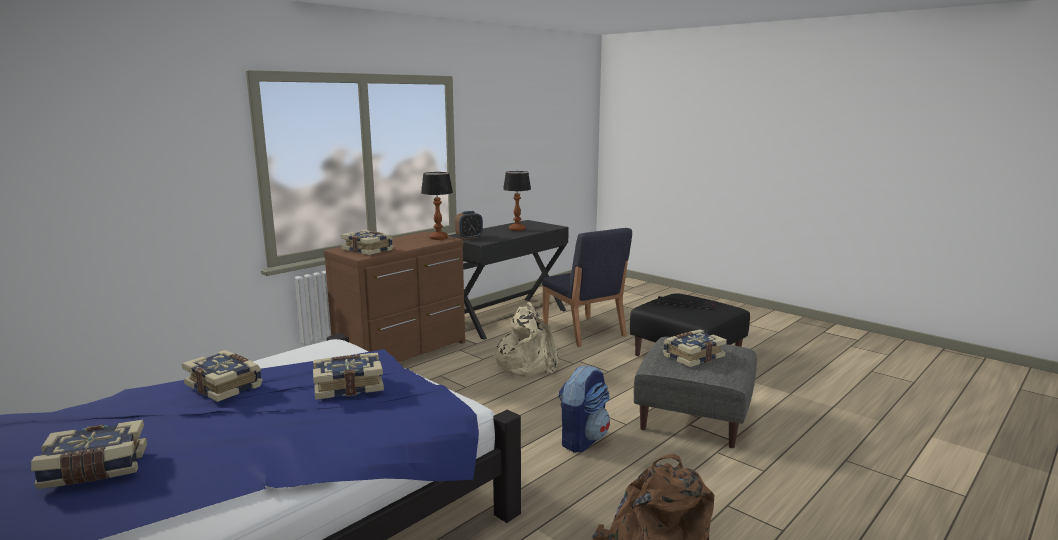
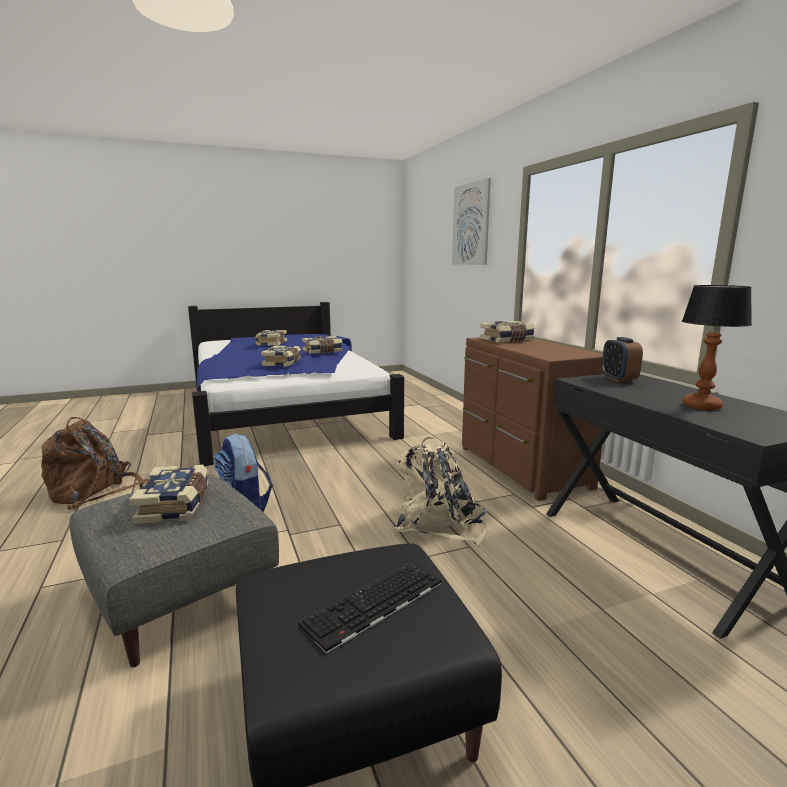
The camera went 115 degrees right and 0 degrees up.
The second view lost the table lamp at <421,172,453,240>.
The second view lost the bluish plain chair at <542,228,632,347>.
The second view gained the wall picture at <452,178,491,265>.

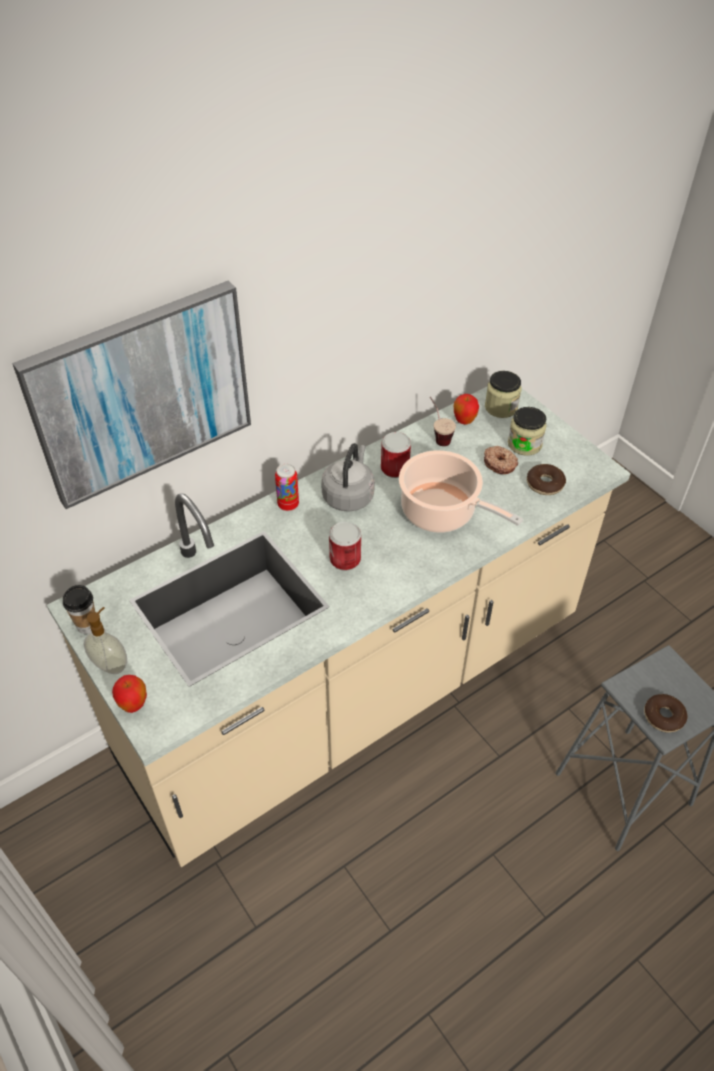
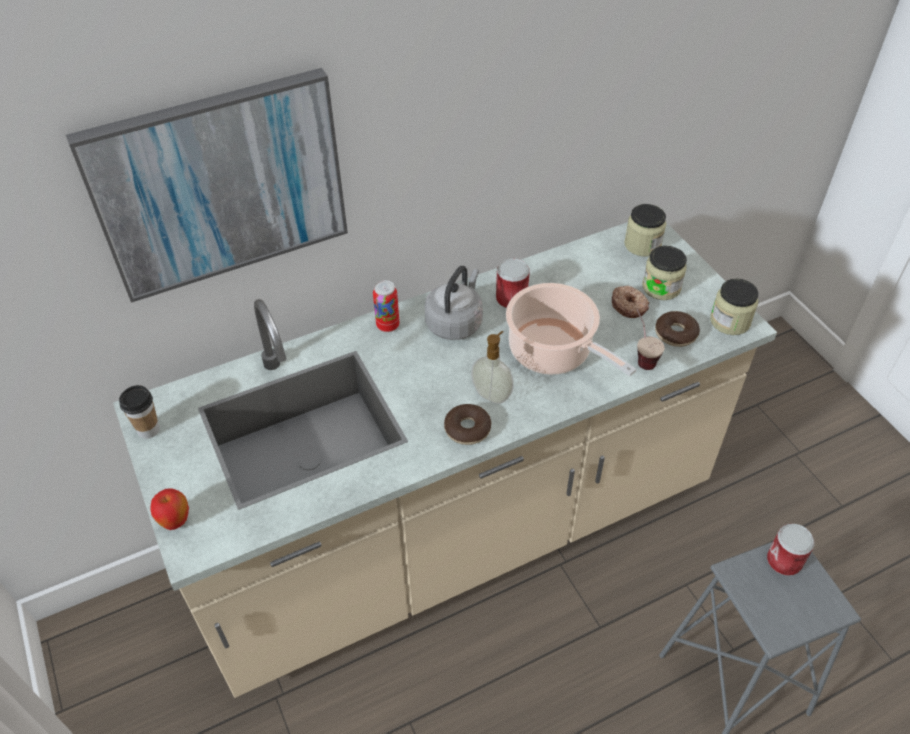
The camera went 10 degrees right and 0 degrees up.
The second view lost the apple fruit at <454,394,479,425>.
The second view gained the jar at <710,279,758,335>.
The soap bottle ended up elsewhere, having gone from <84,607,127,674> to <471,331,513,404>.
The metal can ended up elsewhere, having gone from <329,522,361,571> to <767,524,815,576>.
The small cup ended up elsewhere, having gone from <430,397,456,446> to <637,309,665,370>.
The doughnut ended up elsewhere, having gone from <644,694,688,733> to <444,404,491,445>.

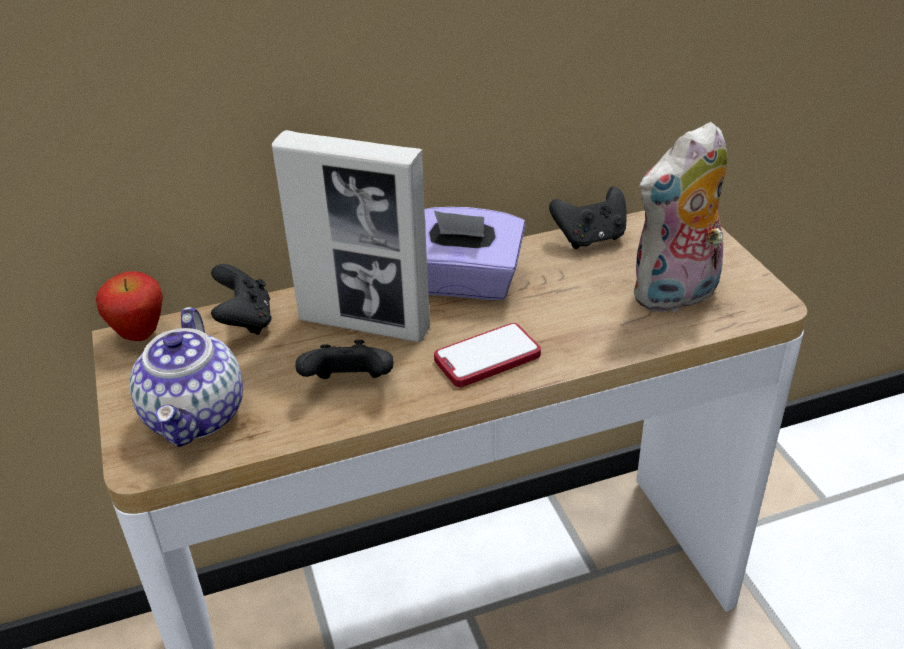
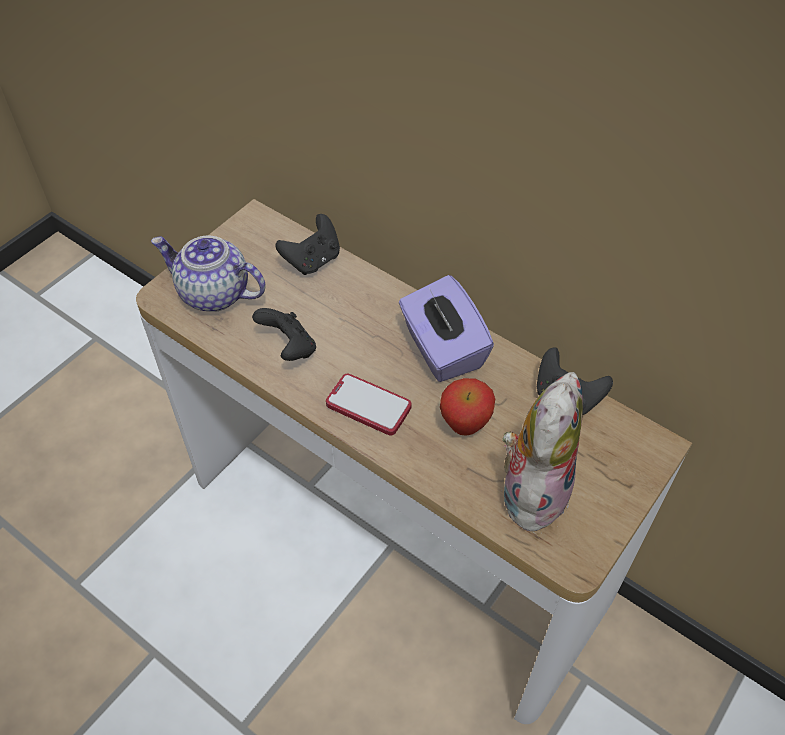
The camera went 55 degrees right and 15 degrees up.
The second view lost the picture frame at <272,130,430,342>.
The apple fruit ended up elsewhere, having gone from <96,271,163,341> to <440,378,495,436>.
The teapot at <130,307,243,447> ended up facing another way, 60 degrees clockwise from before.
The soft toy at <634,122,727,314> ended up facing another way, 90 degrees clockwise from before.

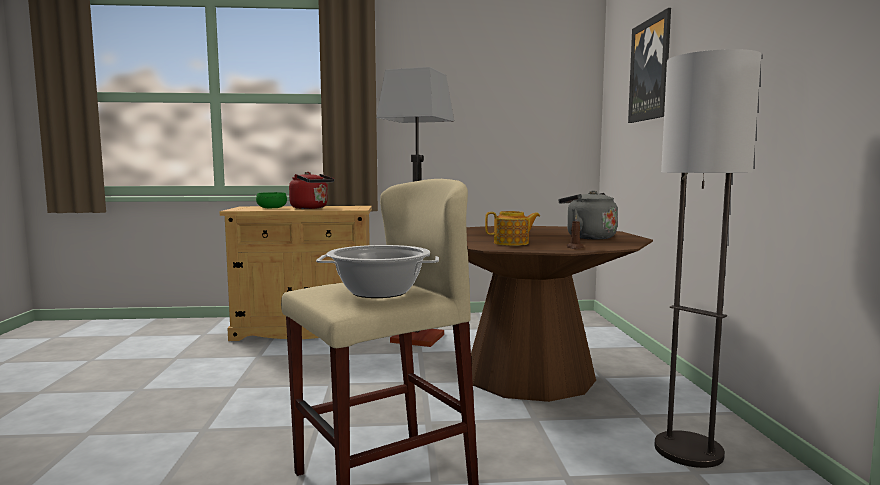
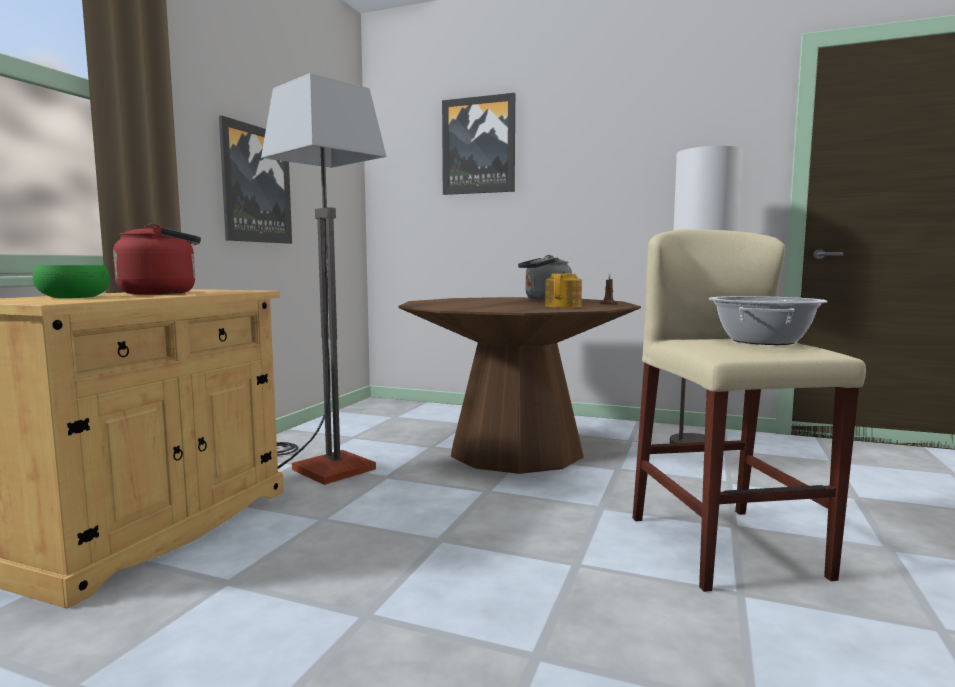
The camera went 65 degrees left and 0 degrees up.
The second view gained the wall picture at <219,115,292,244>.

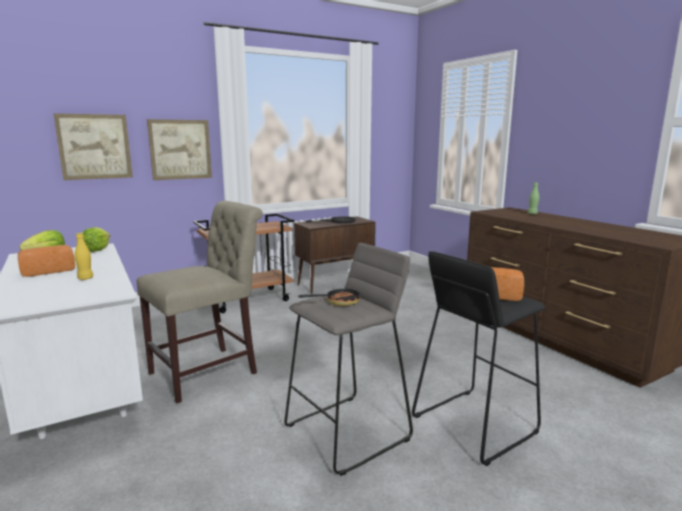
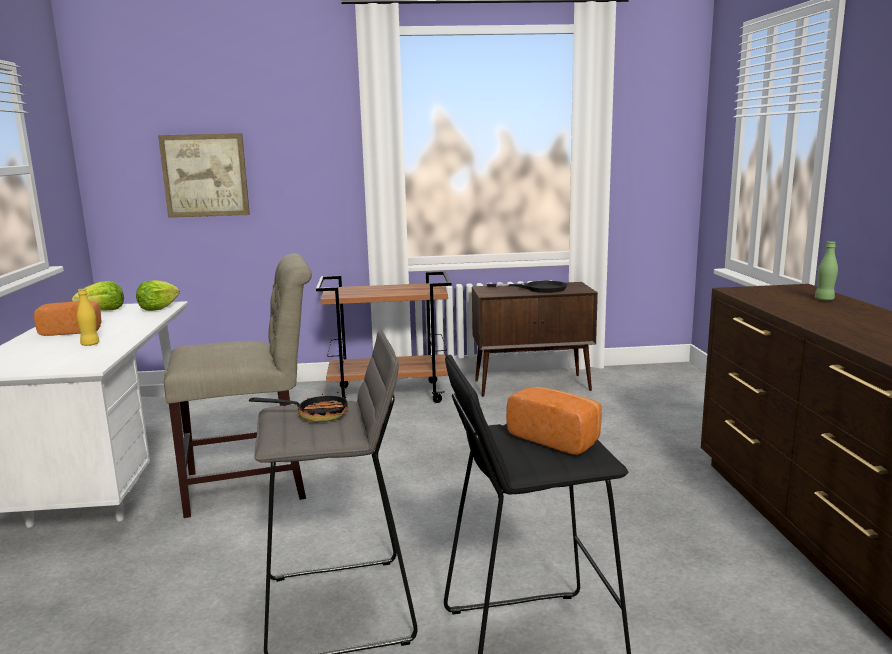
The camera went 25 degrees right and 0 degrees up.
The second view lost the wall picture at <147,119,212,180>.

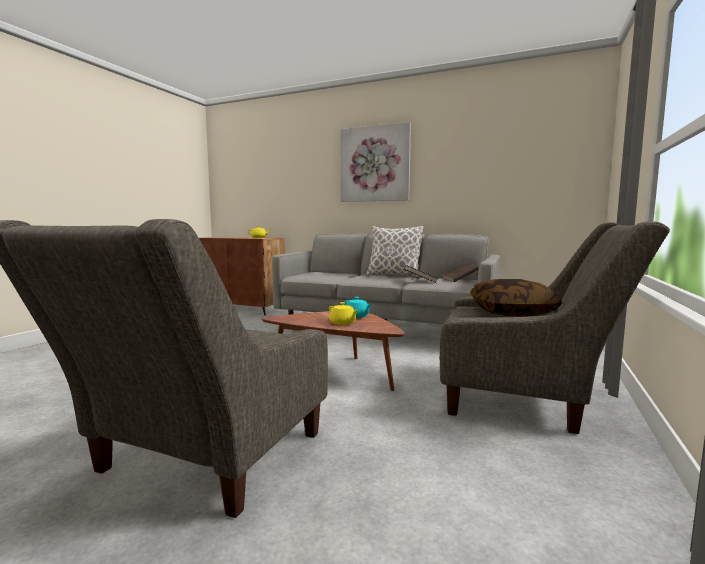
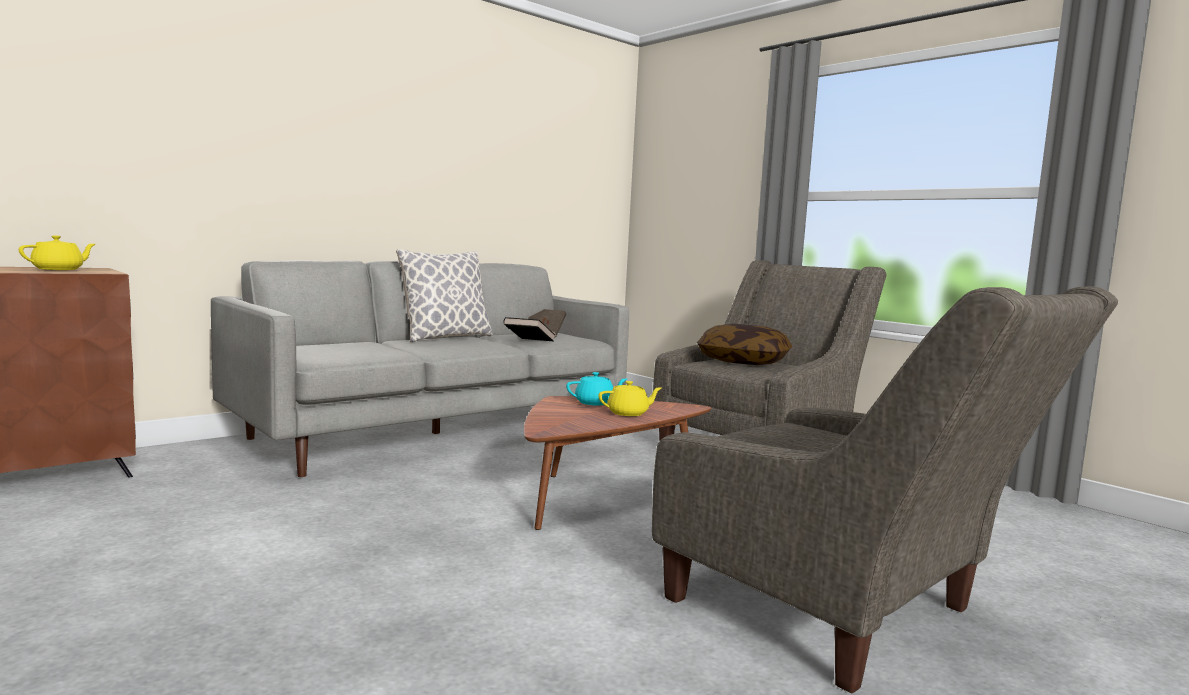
The camera went 65 degrees left and 0 degrees up.
The second view lost the wall picture at <340,122,411,202>.

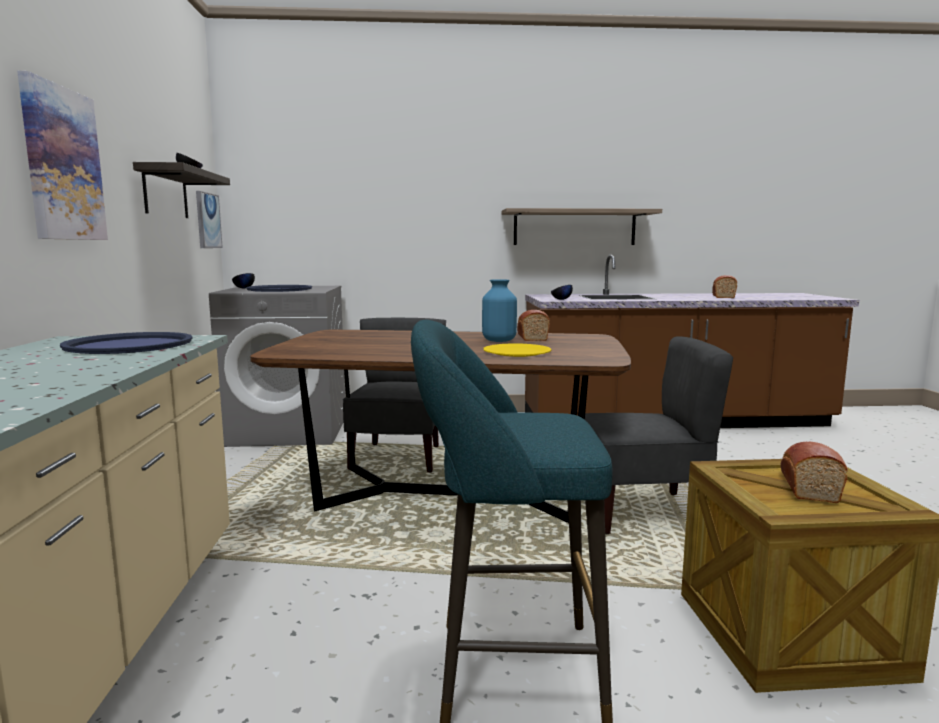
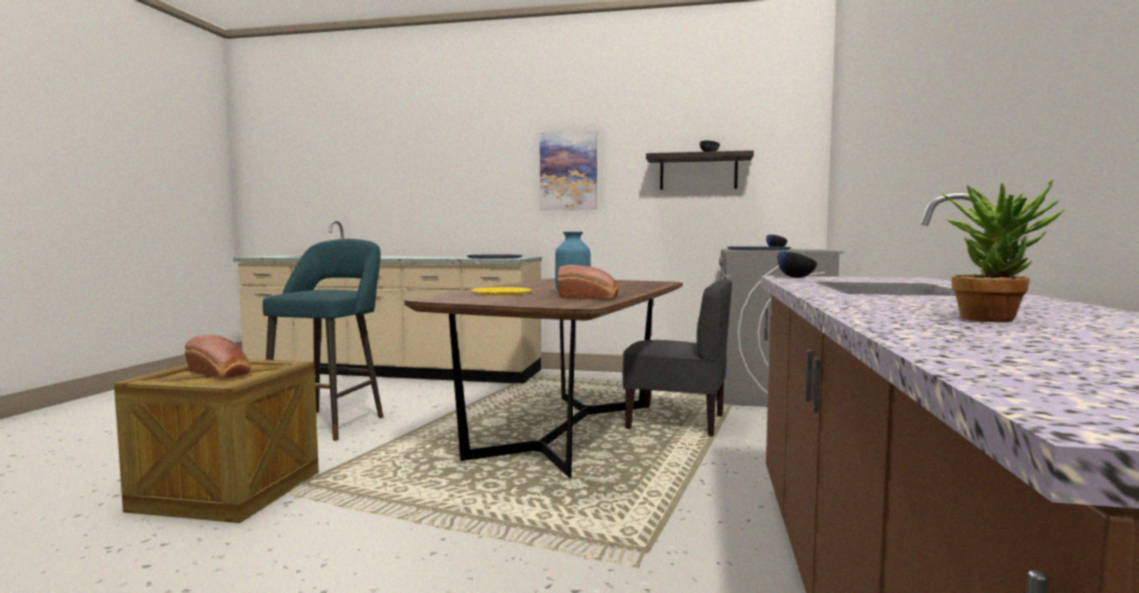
The camera went 105 degrees right and 5 degrees down.
The second view lost the wall picture at <196,191,222,248>.
The second view lost the wall shelf at <502,208,662,245>.
The second view lost the grey plain chair at <585,336,733,534>.
Where the bakery bread stood at <712,275,737,298>, the houseplant came to stand at <940,180,1064,322>.

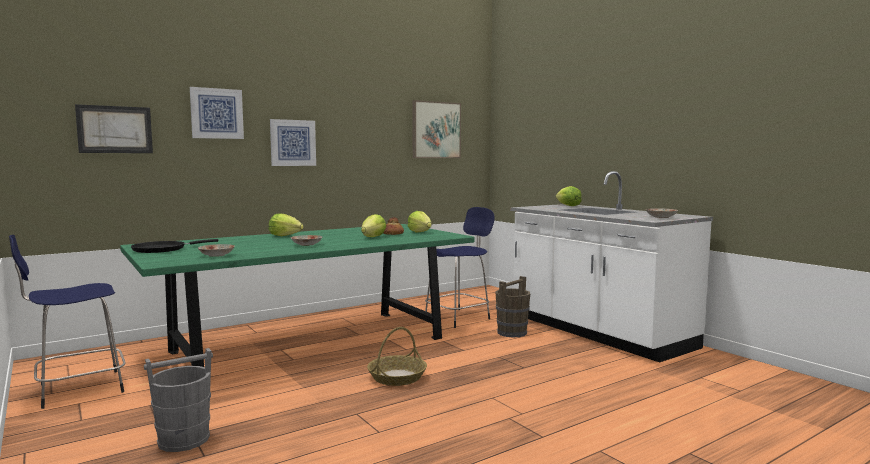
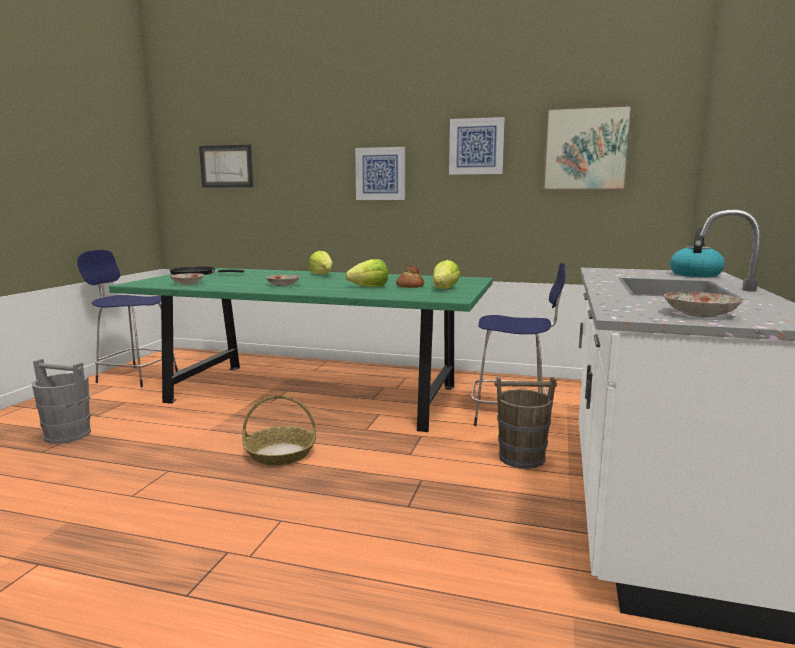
The camera went 50 degrees right and 5 degrees up.
The wall picture ended up elsewhere, having gone from <190,87,244,139> to <449,117,505,175>.
Where the head of lettuce stood at <556,186,582,206>, the water kettle came to stand at <670,228,725,277>.

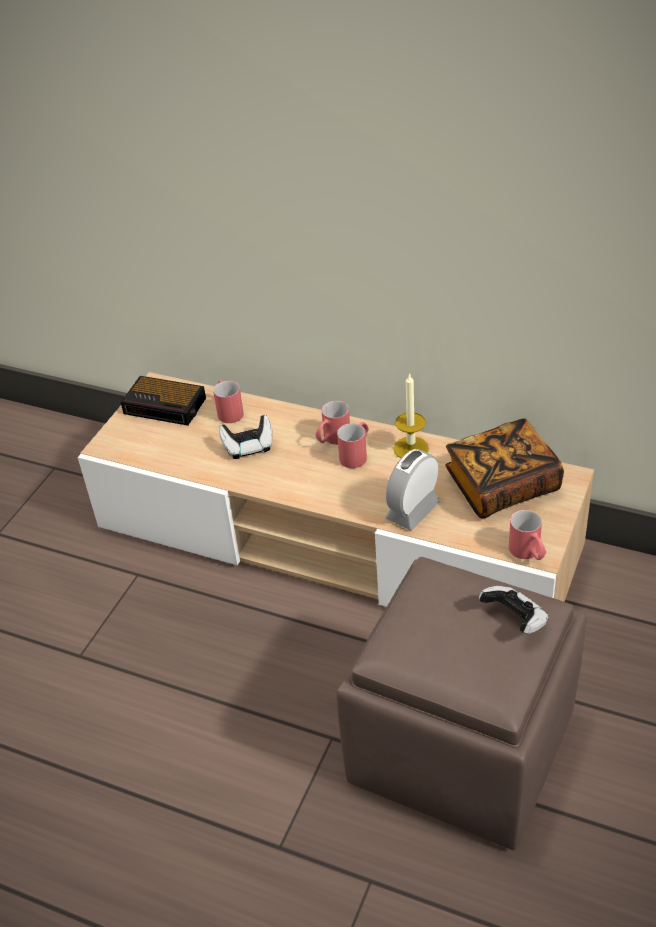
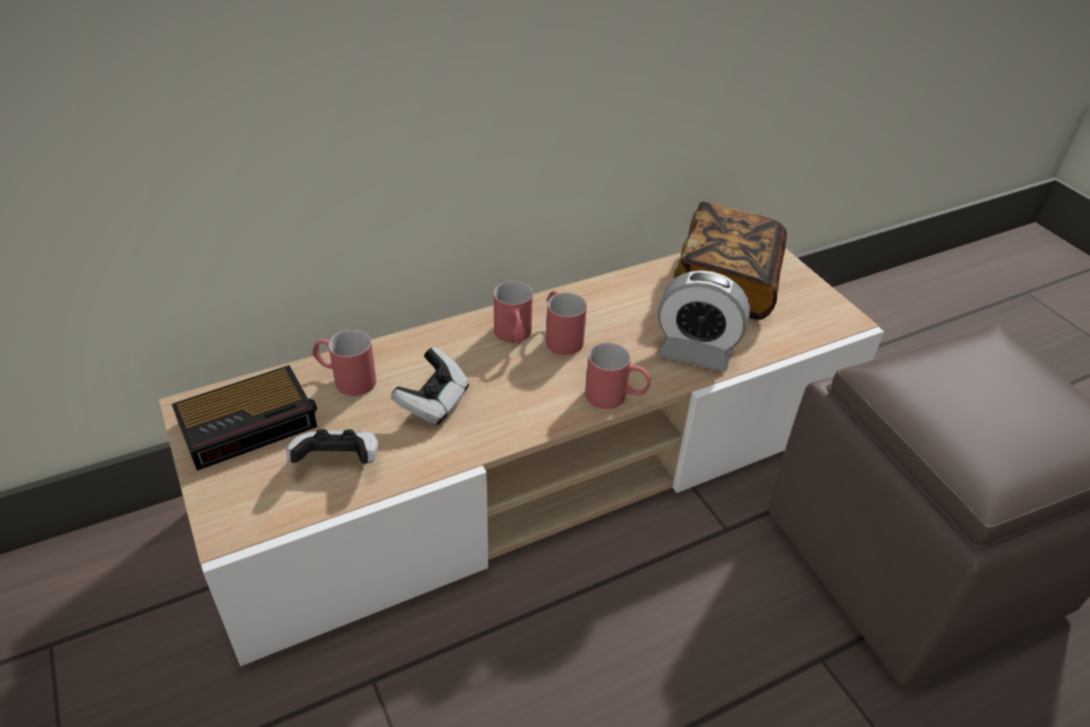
The camera went 55 degrees left and 0 degrees up.
The second view lost the wax light at <393,373,429,458>.
The game controller ended up elsewhere, having gone from <479,586,549,634> to <287,429,378,464>.
The red-coloured tea mug ended up elsewhere, having gone from <509,510,546,560> to <585,343,651,409>.
The alarm clock at <386,449,440,530> ended up facing another way, 60 degrees counterclockwise from before.

